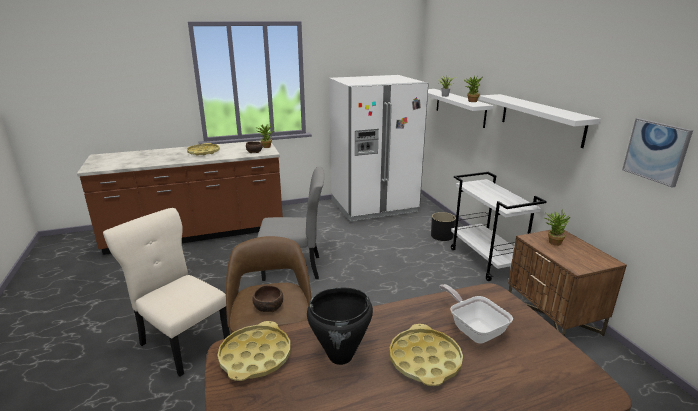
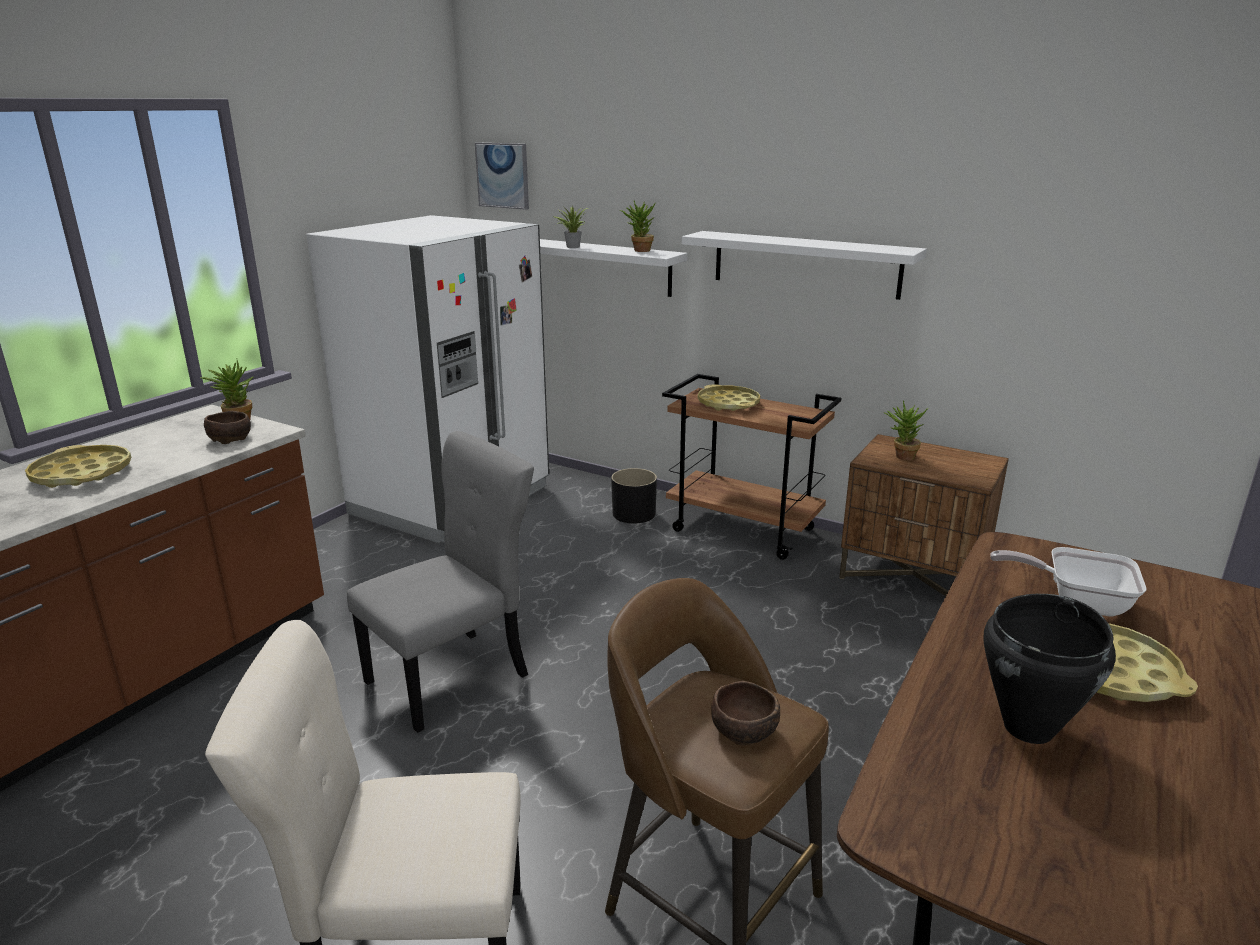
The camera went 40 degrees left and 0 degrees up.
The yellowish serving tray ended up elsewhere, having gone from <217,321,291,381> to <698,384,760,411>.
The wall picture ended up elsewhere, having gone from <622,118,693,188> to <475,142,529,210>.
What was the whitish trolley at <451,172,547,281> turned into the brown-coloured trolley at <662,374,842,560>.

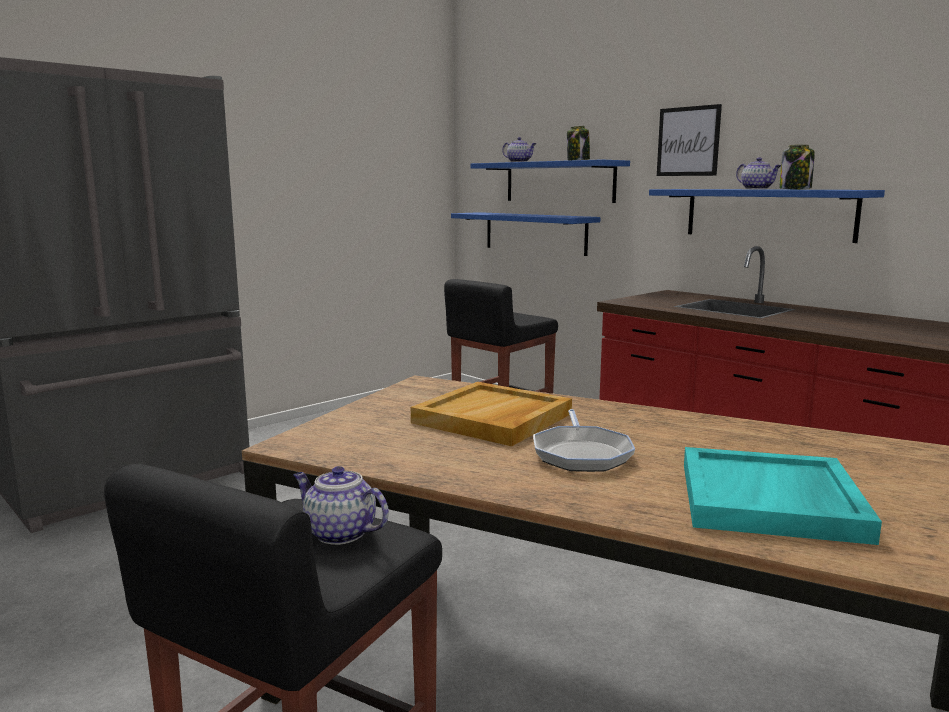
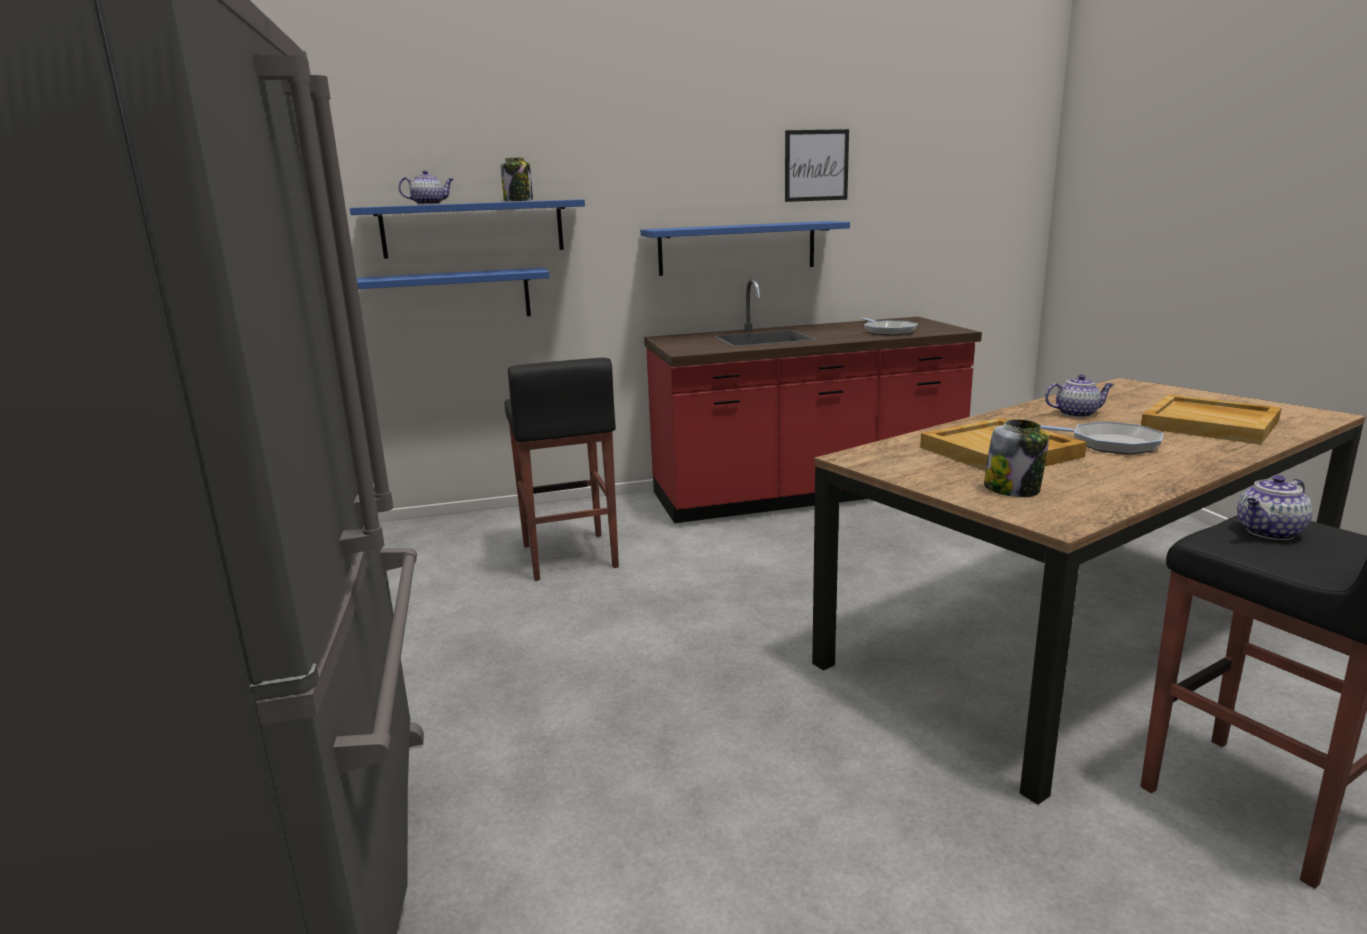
The camera went 60 degrees left and 5 degrees up.
The second view gained the pan at <862,318,918,336>.
The wall picture ended up elsewhere, having gone from <657,104,722,176> to <785,129,849,202>.
The teapot ended up elsewhere, having gone from <736,157,781,189> to <1045,375,1114,417>.
The jar ended up elsewhere, having gone from <779,145,815,189> to <984,419,1049,497>.
What was the blue-green serving tray at <684,447,882,545> turned into the beige serving tray at <1141,395,1282,445>.

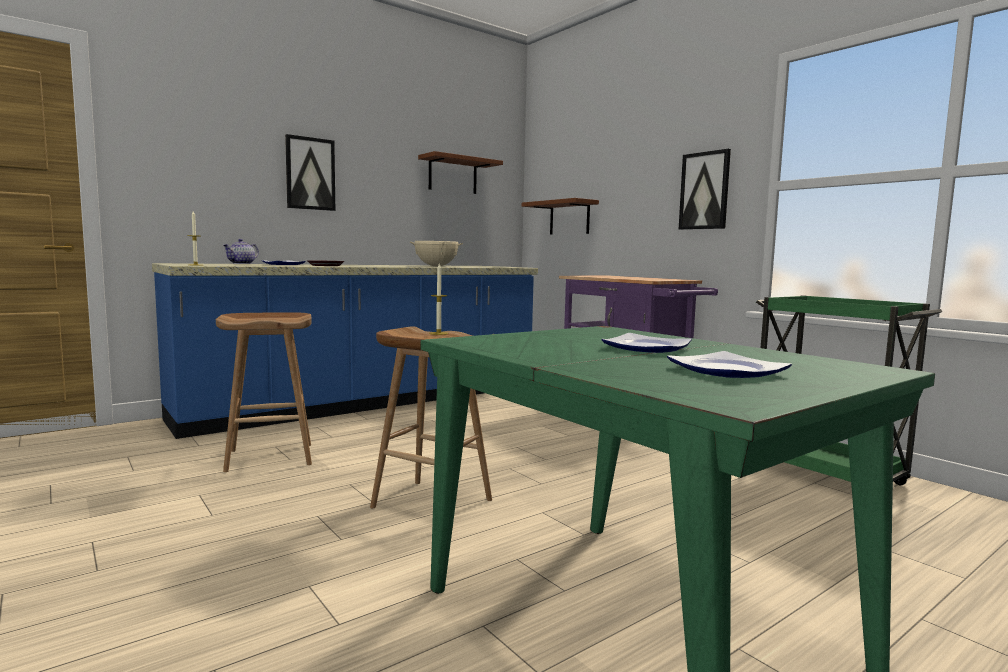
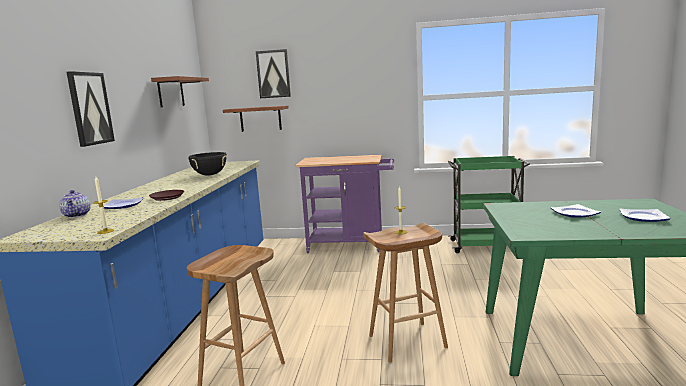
The camera went 45 degrees left and 5 degrees up.
The wall picture ended up elsewhere, having gone from <679,149,731,230> to <256,49,291,98>.
What was the beige stockpot at <410,241,463,266> turned into the blackish stockpot at <188,152,227,176>.

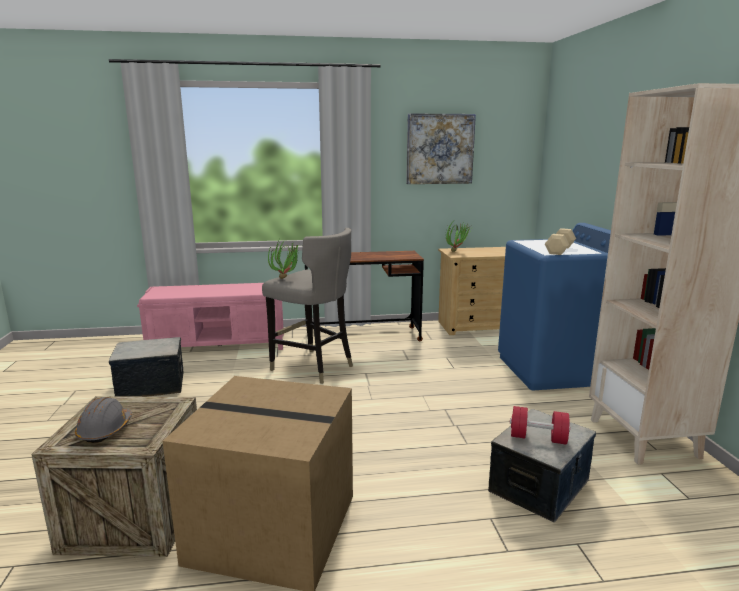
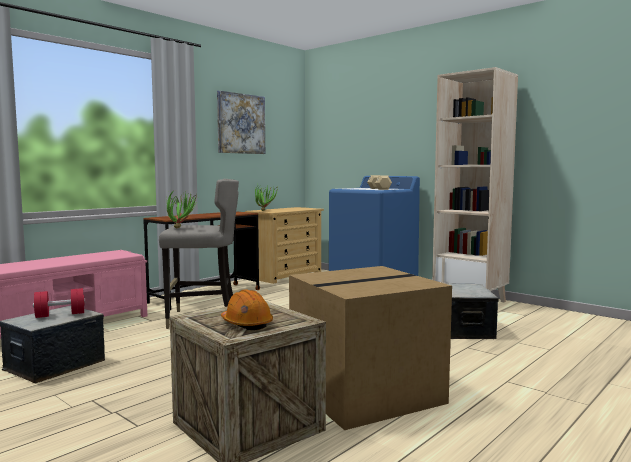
The camera went 40 degrees left and 10 degrees down.
The red-coloured free weight ended up elsewhere, having gone from <510,406,570,445> to <33,288,86,318>.
What was the grey work helmet at <75,397,132,443> turned into the orange work helmet at <221,289,273,330>.

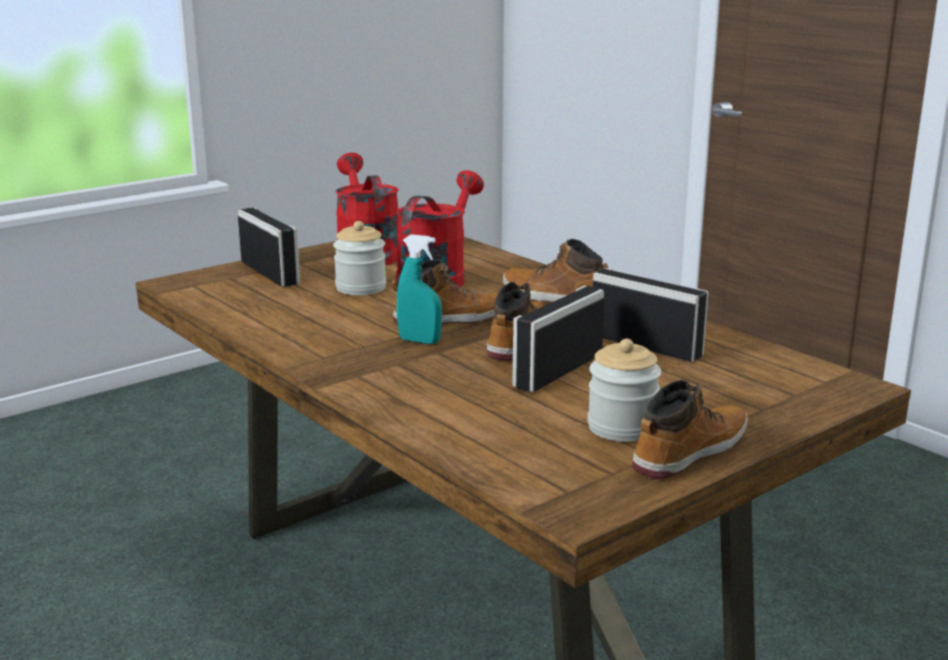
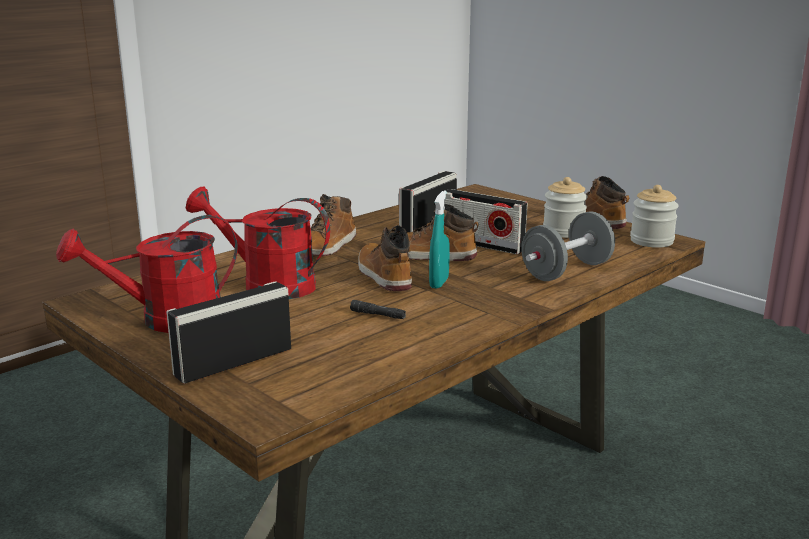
The camera went 95 degrees left and 0 degrees up.
The second view gained the blackish flashlight at <350,300,406,319>.
The second view gained the grey free weight at <521,211,615,281>.
The jar ended up elsewhere, having gone from <333,221,386,295> to <630,185,679,248>.

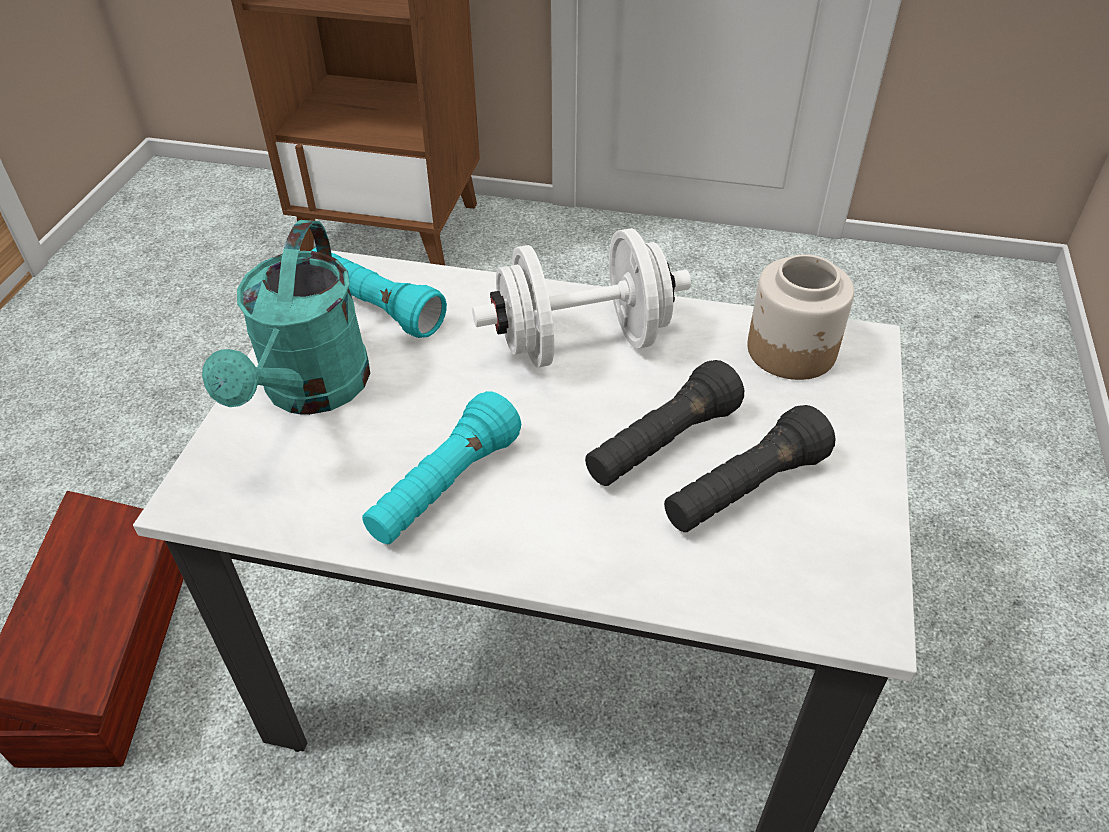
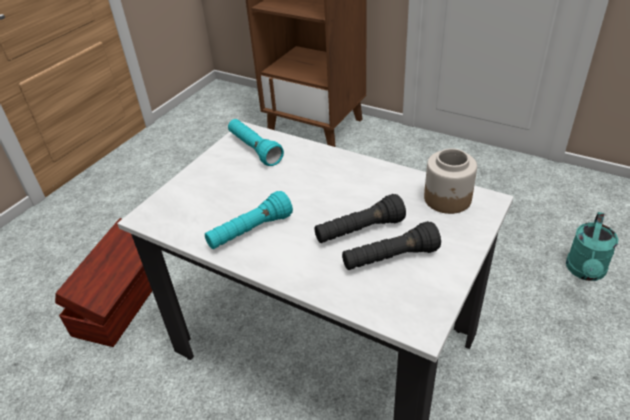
The camera went 20 degrees right and 5 degrees down.
The second view lost the whitish free weight at <472,228,691,368>.
The blue-green watering can ended up elsewhere, having gone from <202,220,370,415> to <566,212,618,281>.

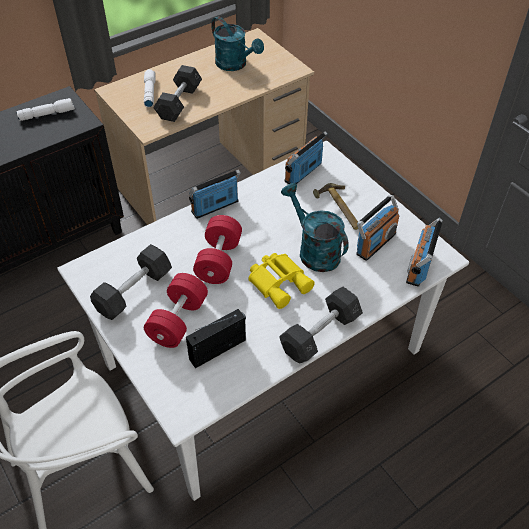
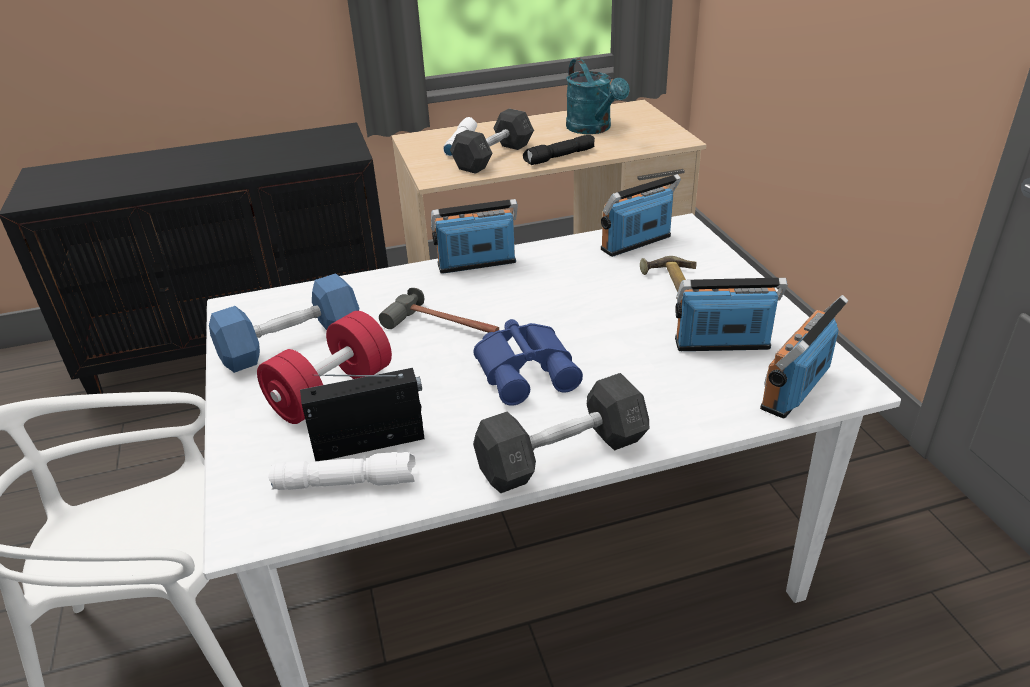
The camera went 20 degrees right and 15 degrees down.
The second view lost the blue-green watering can at <281,183,349,272>.
The second view gained the blackish flashlight at <523,135,595,165>.
The whitish flashlight ended up elsewhere, having gone from <16,98,75,121> to <268,452,416,490>.
Where the red-coloured free weight stood at <193,215,242,284>, the hand hammer came to stand at <379,288,499,333>.
What was the grey free weight at <90,244,172,320> turned into the bluish free weight at <209,273,359,373>.
What was the yellowish binoculars at <248,253,315,309> turned into the bluish binoculars at <474,319,583,406>.
The radio at <356,195,399,261> ended up facing another way, 150 degrees counterclockwise from before.

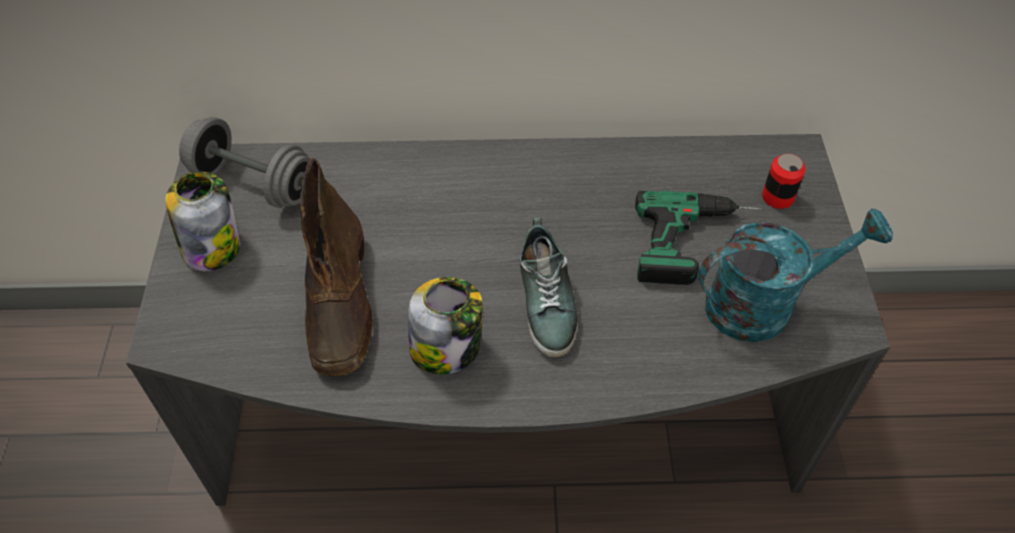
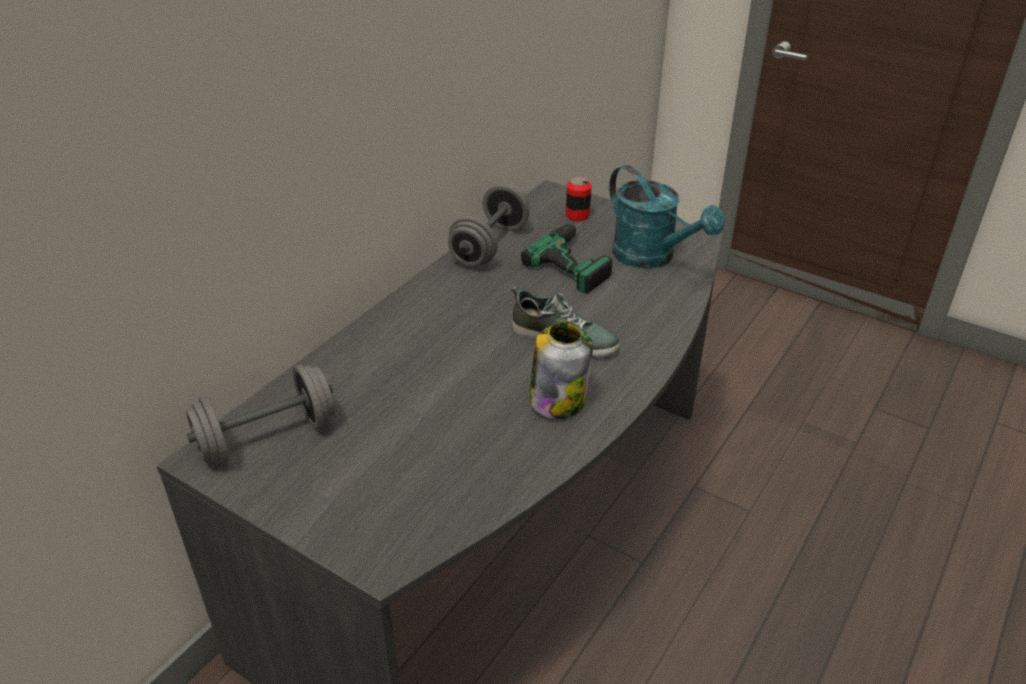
The camera went 55 degrees left and 15 degrees down.
The second view lost the jar at <166,171,241,271>.
The second view lost the brown-coloured high-top boot at <300,158,373,377>.
The second view gained the grey free weight at <448,184,529,266>.
The blue-green watering can at <698,208,893,342> ended up facing another way, 120 degrees clockwise from before.

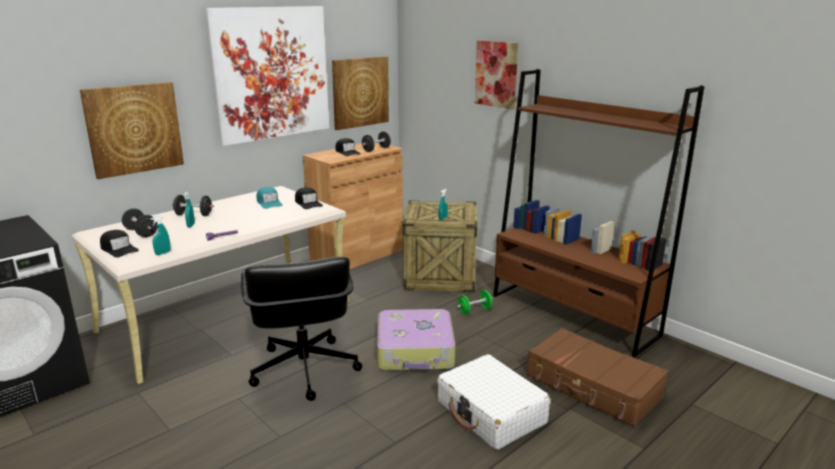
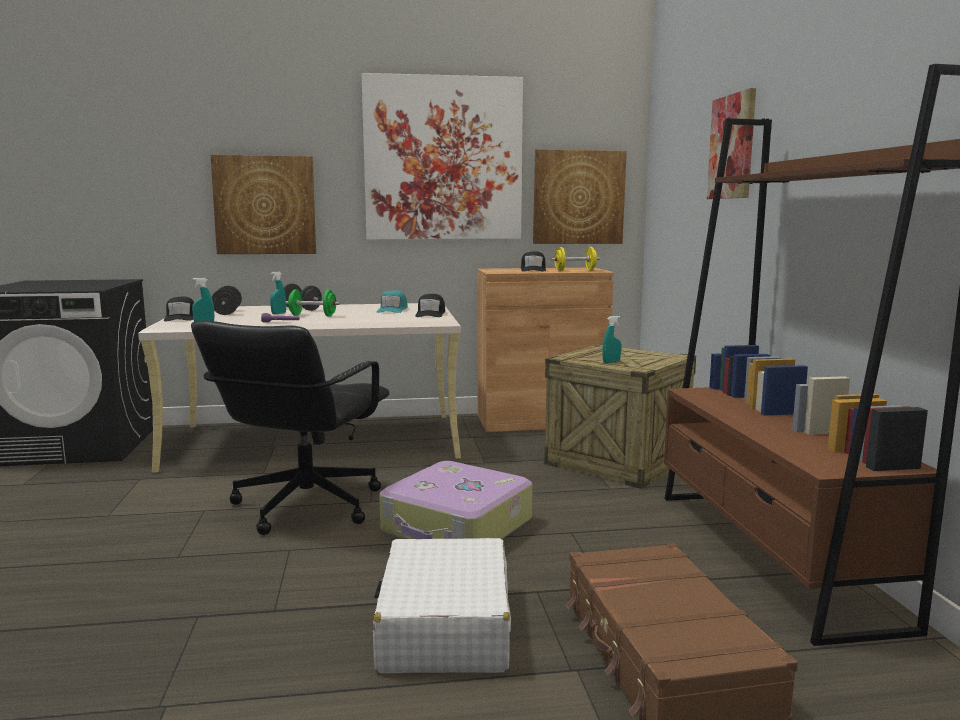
The camera went 35 degrees right and 10 degrees down.
The green free weight ended up elsewhere, having gone from <457,290,493,315> to <285,290,340,317>.
What was the blackish free weight at <362,131,391,152> turned into the yellowish free weight at <551,247,600,271>.

